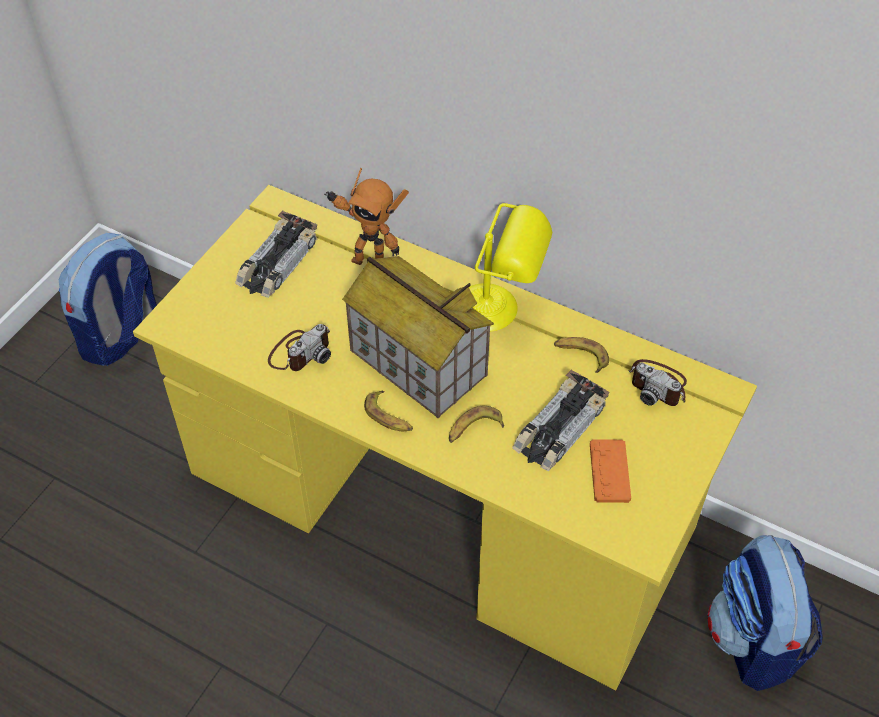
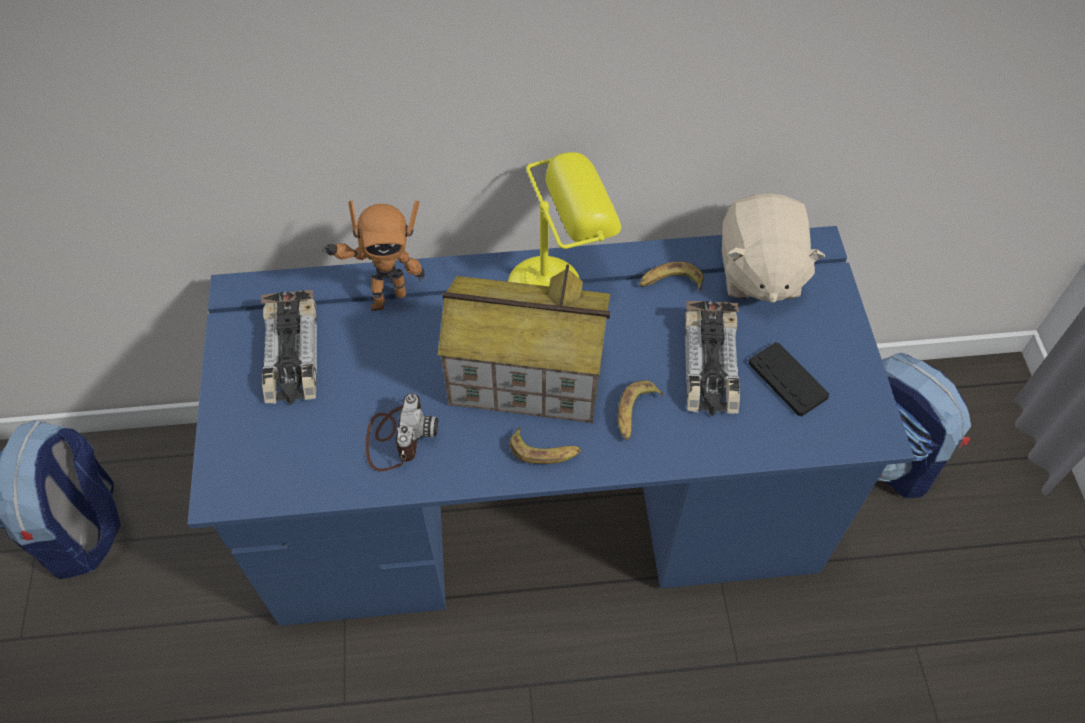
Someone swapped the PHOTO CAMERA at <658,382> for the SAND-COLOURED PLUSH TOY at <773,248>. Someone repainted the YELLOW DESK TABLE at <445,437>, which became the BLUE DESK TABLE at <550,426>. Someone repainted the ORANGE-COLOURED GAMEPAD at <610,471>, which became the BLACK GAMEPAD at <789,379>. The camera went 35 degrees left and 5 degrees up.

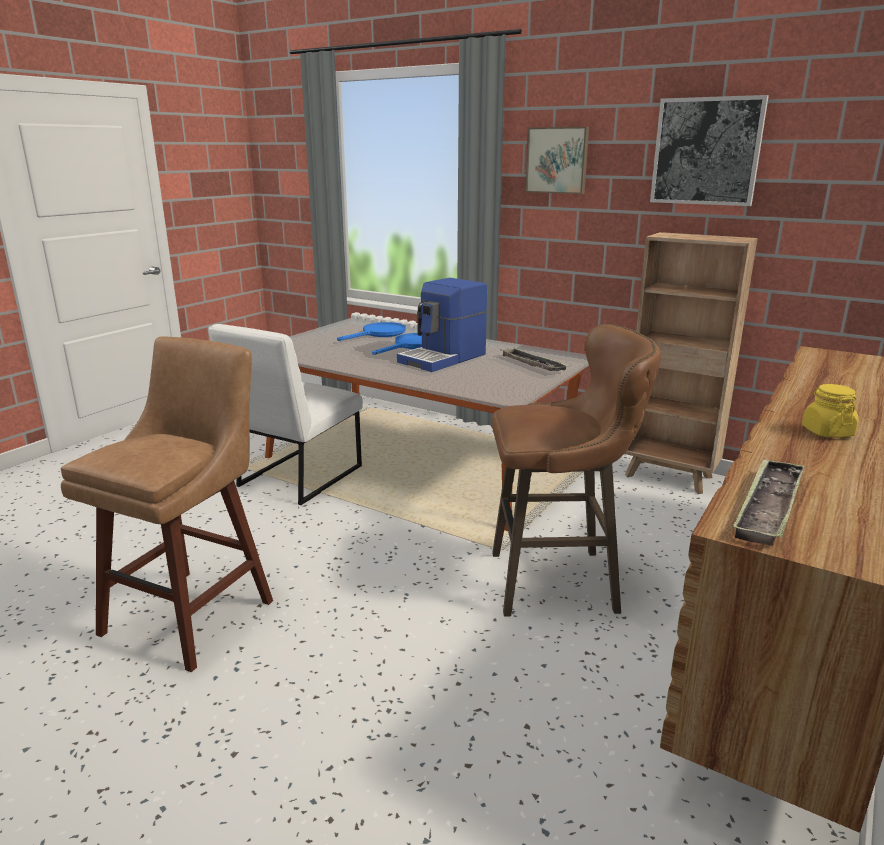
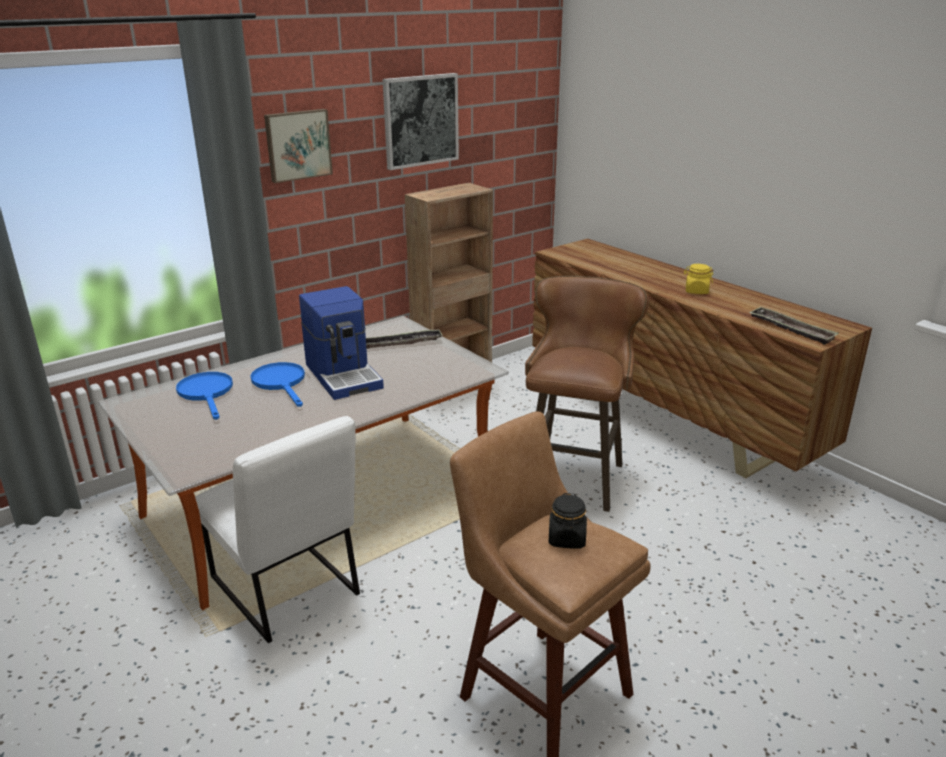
Someone put down the BLACK STORAGE JAR at <568,521>. The camera went 70 degrees left and 5 degrees up.

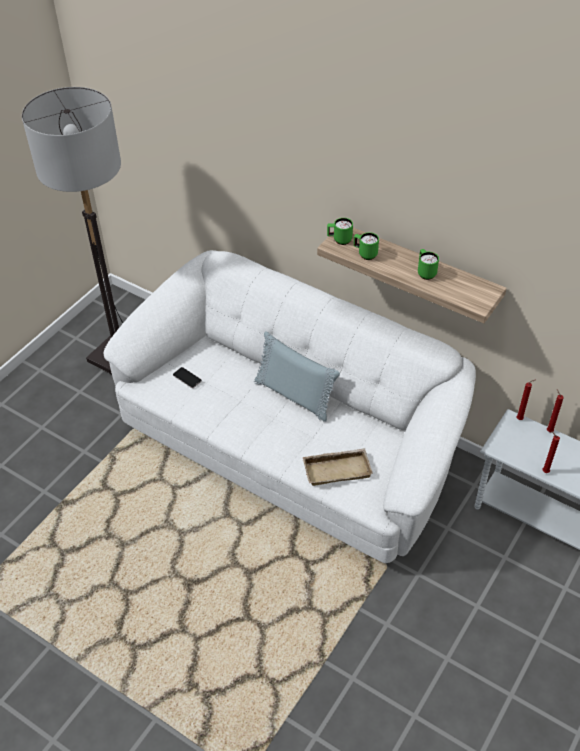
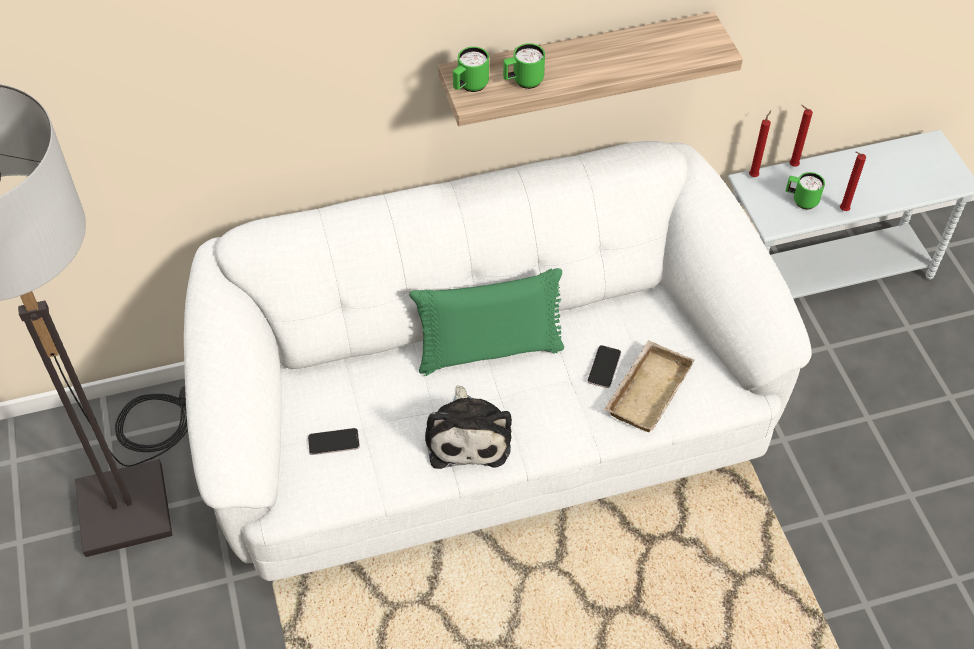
Someone put down the PLUSH TOY at <468,427>. Someone put down the HANDSET at <604,366>. Someone carried the GREENISH TEA MUG from <428,264> to <805,190>. Someone repainted the BLUE CUSHION at <297,376>, which became the GREENISH CUSHION at <486,322>. The camera went 50 degrees left and 5 degrees up.

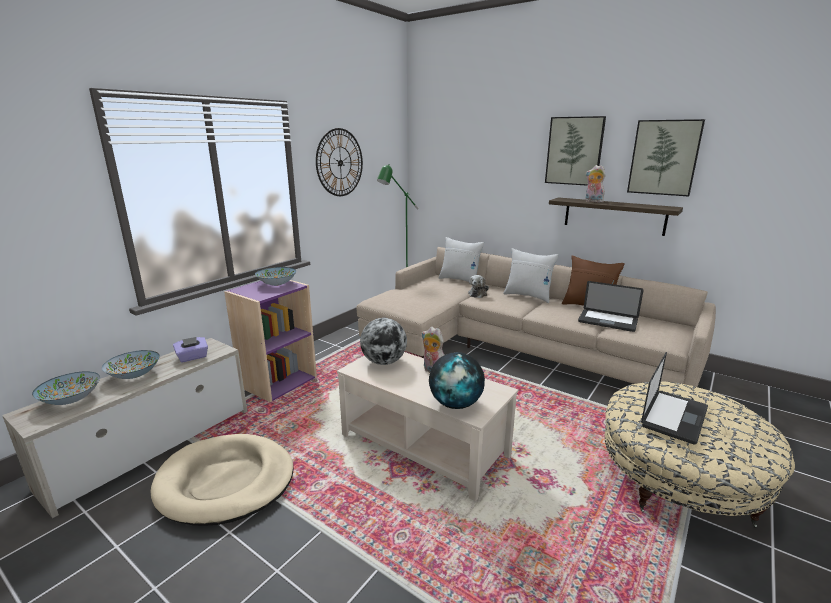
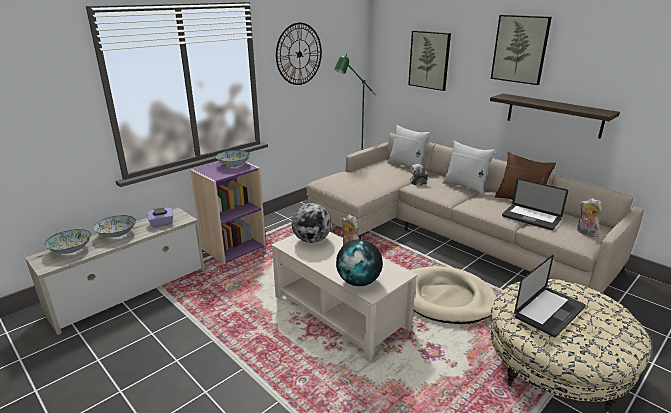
Someone carried the SAND-COLOURED DOG BED from <222,480> to <453,295>. Someone carried the PLUSH TOY from <595,184> to <589,217>. Someone carried the PICTURE from <666,158> to <429,61>. The camera went 10 degrees right and 5 degrees up.

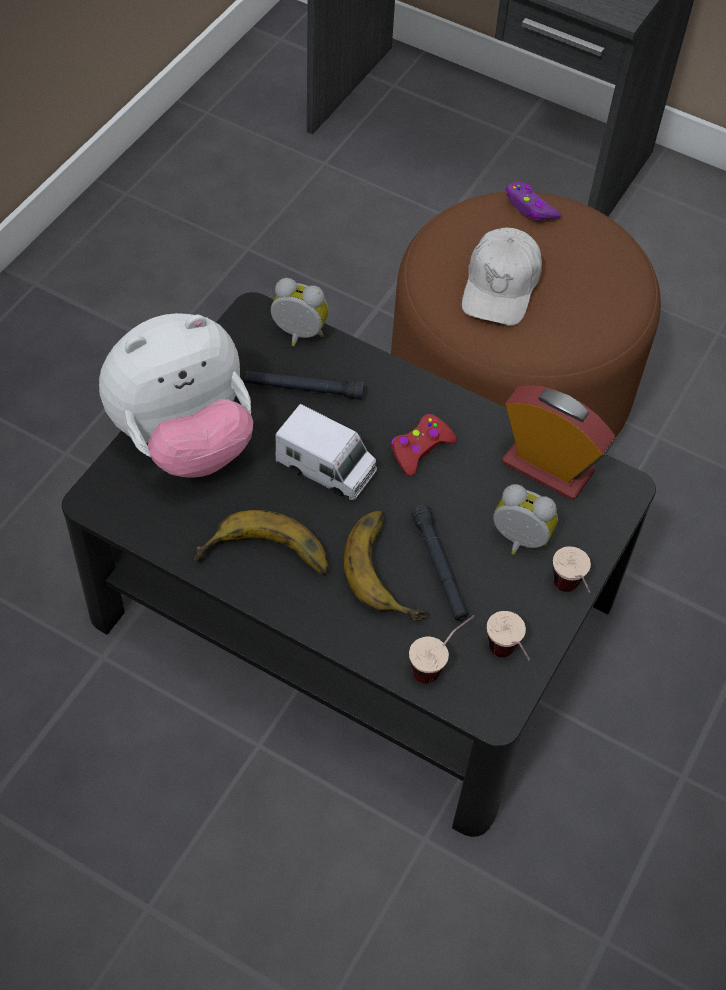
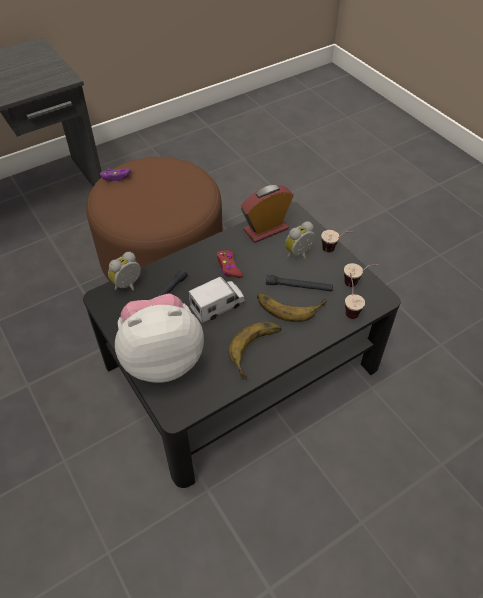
Someone took away the WHITE-COLOURED PEAKED CAP at <502,277>. Someone rotated the PLUSH TOY at <176,395> by 105 degrees counterclockwise. The camera went 60 degrees left and 5 degrees down.

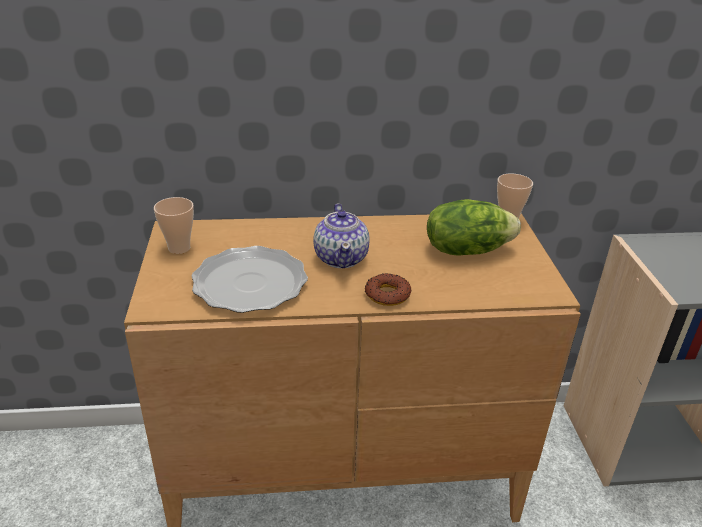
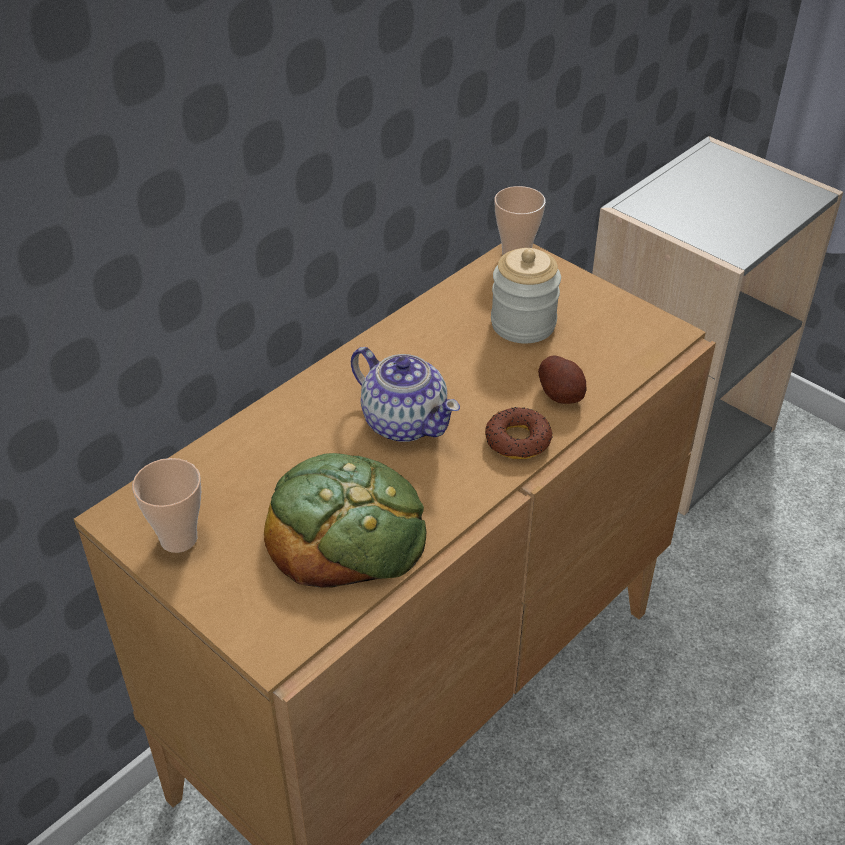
Someone put down the SPUD at <562,379>. Someone swapped the FLAT DISH at <249,279> for the BREAD at <345,520>. Someone swapped the LETTUCE at <474,227> for the STORAGE JAR at <526,296>. The camera went 40 degrees left and 10 degrees up.

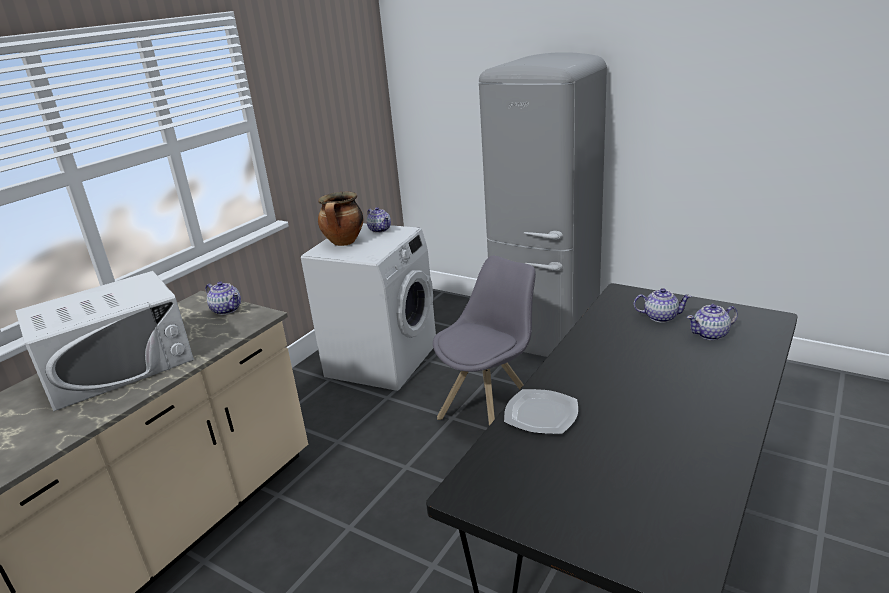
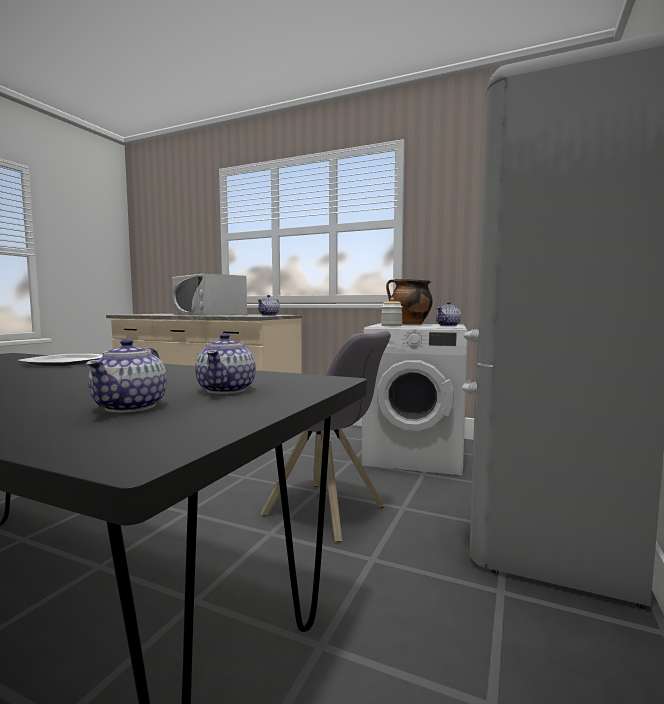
Someone put down the STORAGE JAR at <392,311>. Someone rotated the TEA POT at <712,322> by 150 degrees counterclockwise. The camera went 80 degrees right and 20 degrees down.

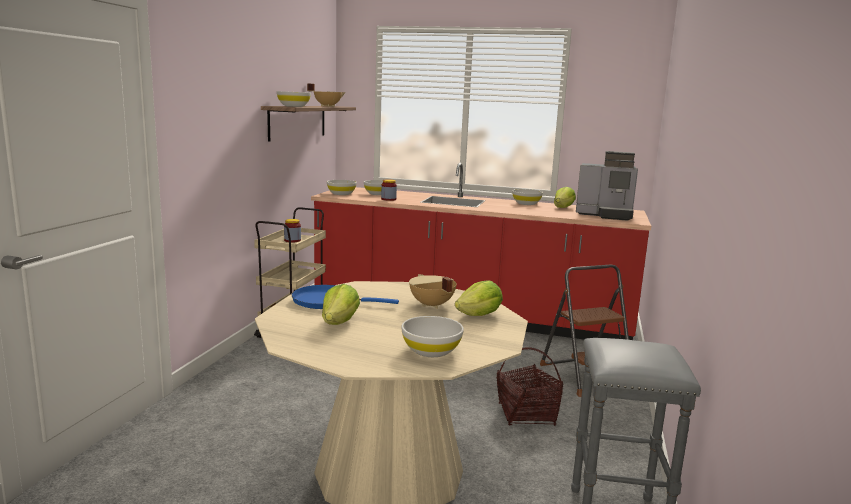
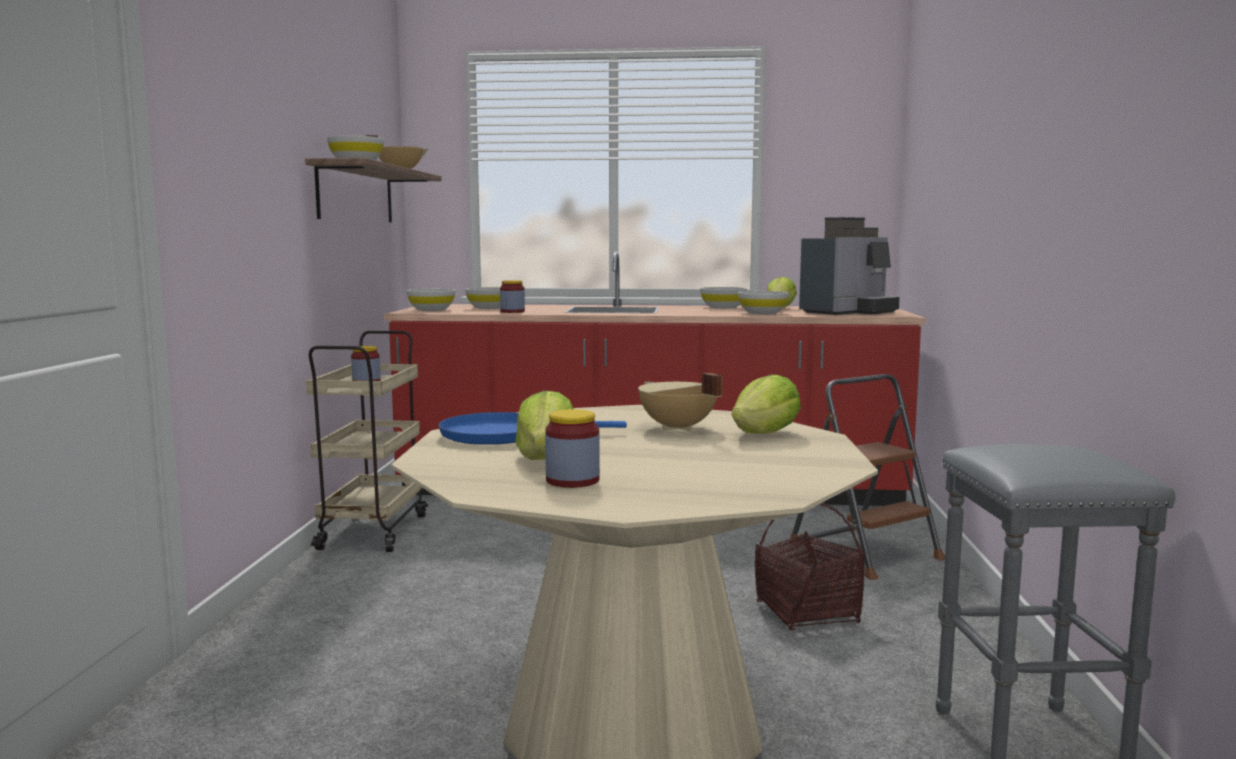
Someone put down the STORAGE JAR at <572,448>. Someone carried the WHITE-COLOURED SERVING BOWL from <432,336> to <763,302>. Someone rotated the COFFEE BREWER at <607,186> by 45 degrees counterclockwise. The camera went 10 degrees left and 5 degrees down.

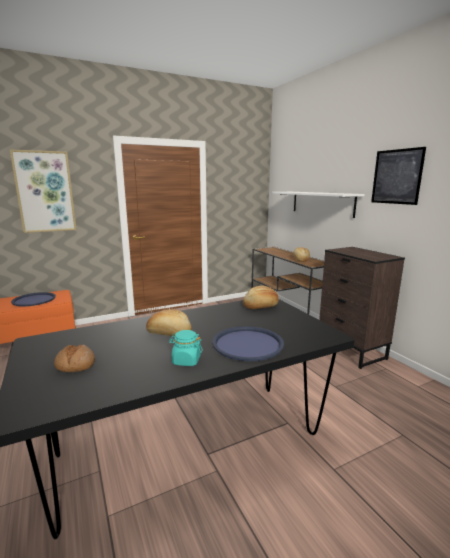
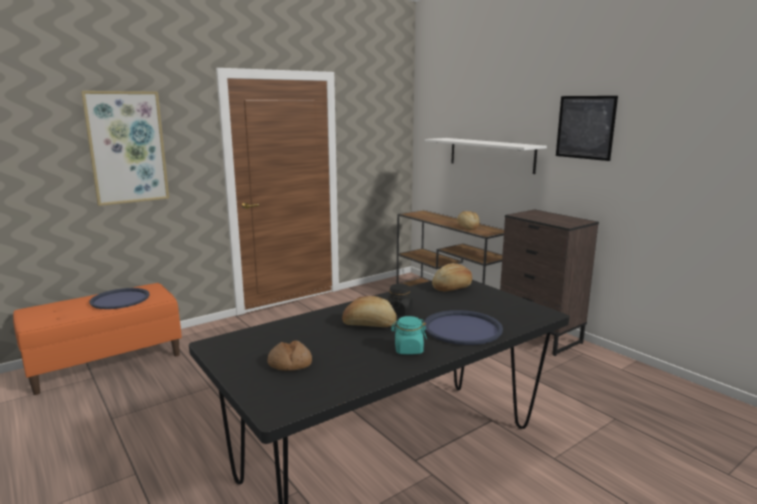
Someone put down the BLACK STORAGE JAR at <400,300>. The camera went 10 degrees left and 0 degrees up.

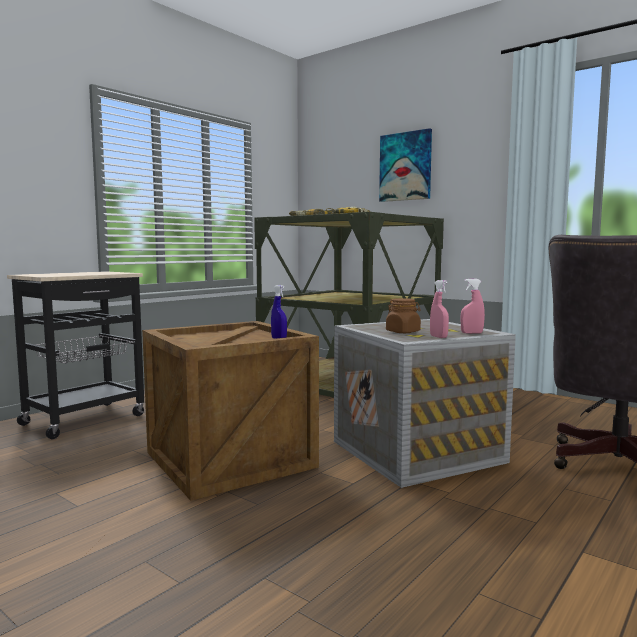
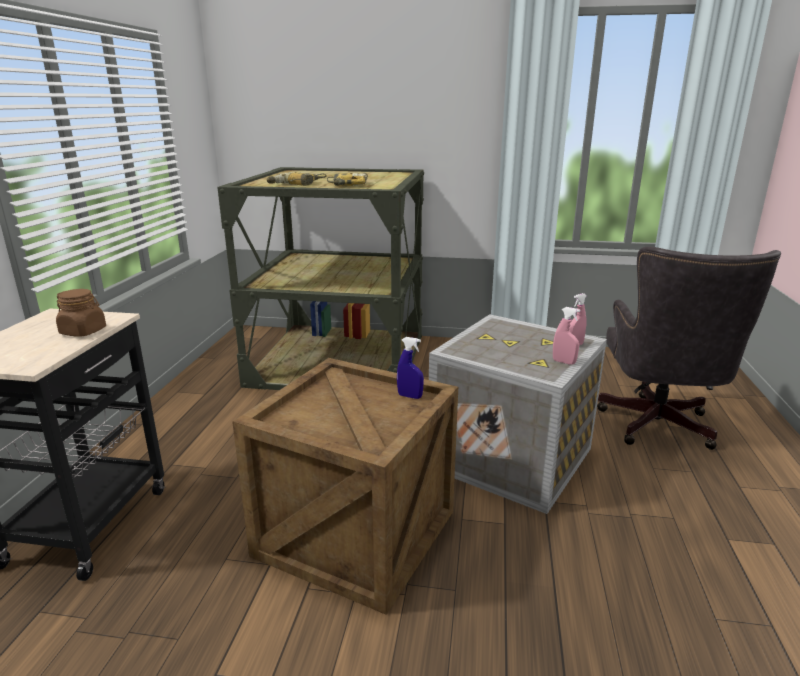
Someone took away the PICTURE at <405,165>. Someone carried the BROWN STORAGE JAR from <403,315> to <81,313>. The camera went 30 degrees left and 15 degrees up.

